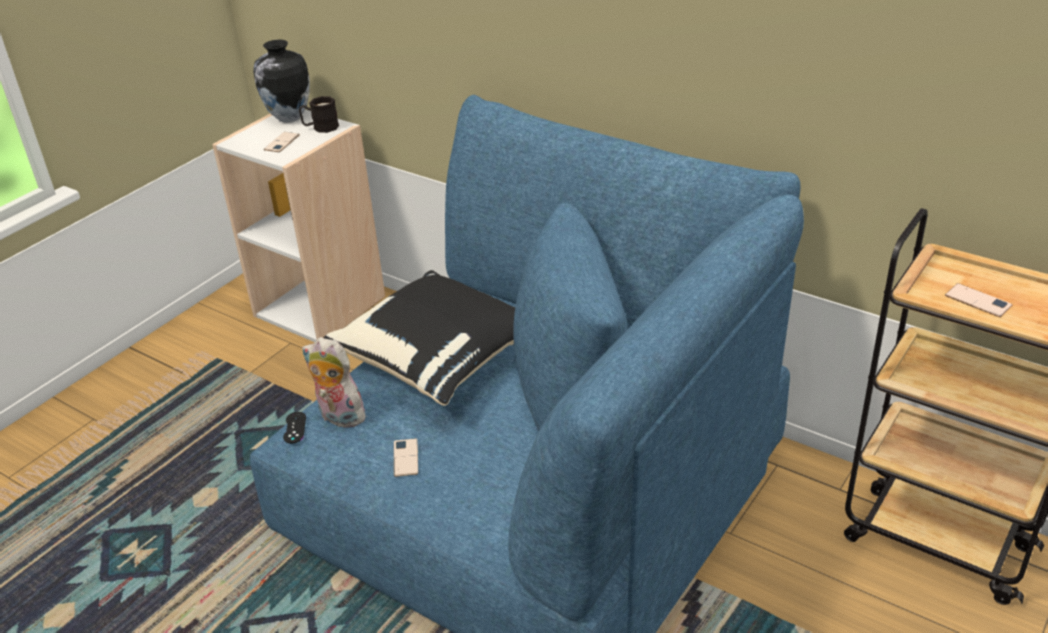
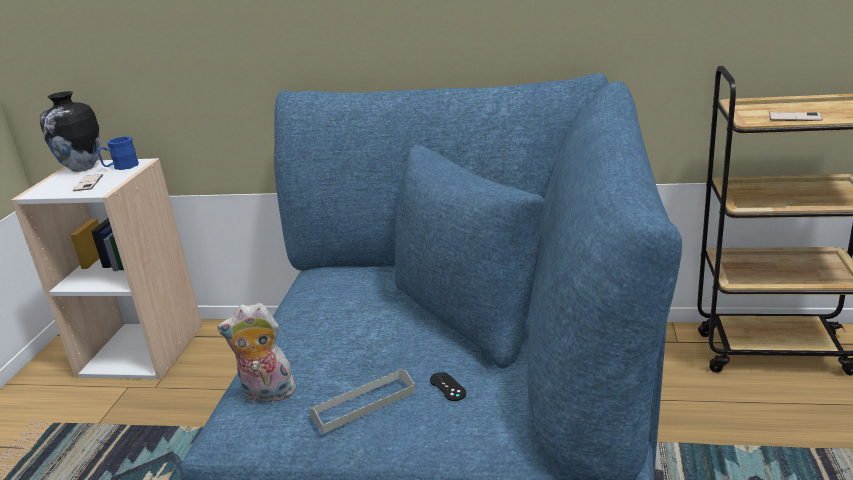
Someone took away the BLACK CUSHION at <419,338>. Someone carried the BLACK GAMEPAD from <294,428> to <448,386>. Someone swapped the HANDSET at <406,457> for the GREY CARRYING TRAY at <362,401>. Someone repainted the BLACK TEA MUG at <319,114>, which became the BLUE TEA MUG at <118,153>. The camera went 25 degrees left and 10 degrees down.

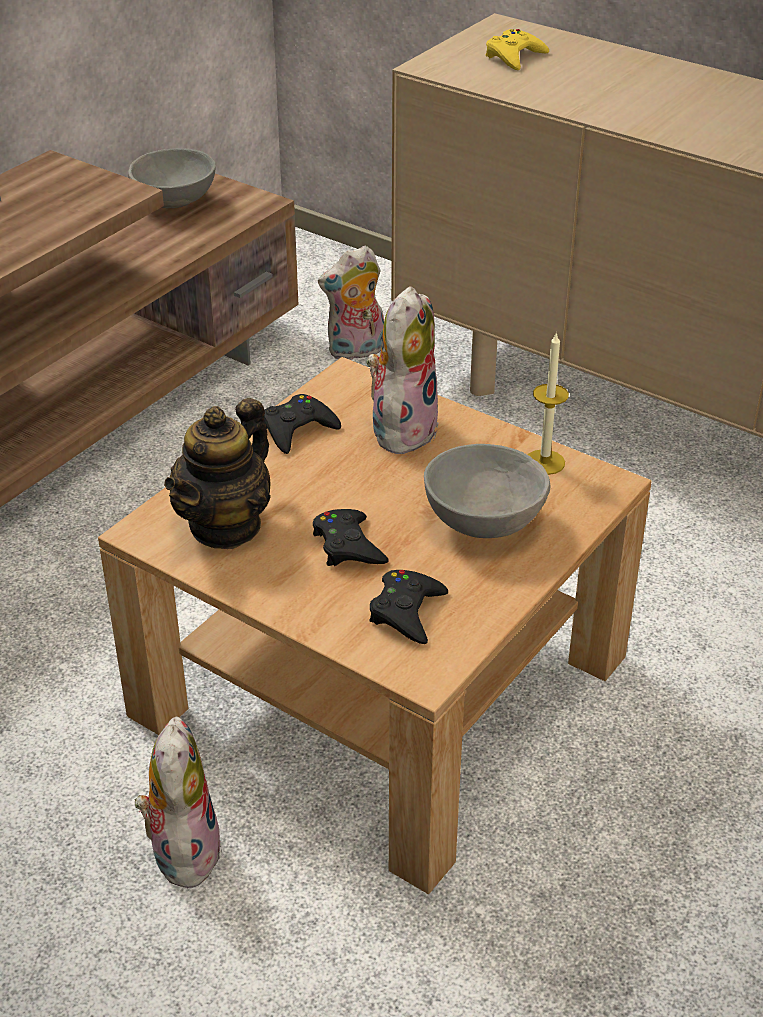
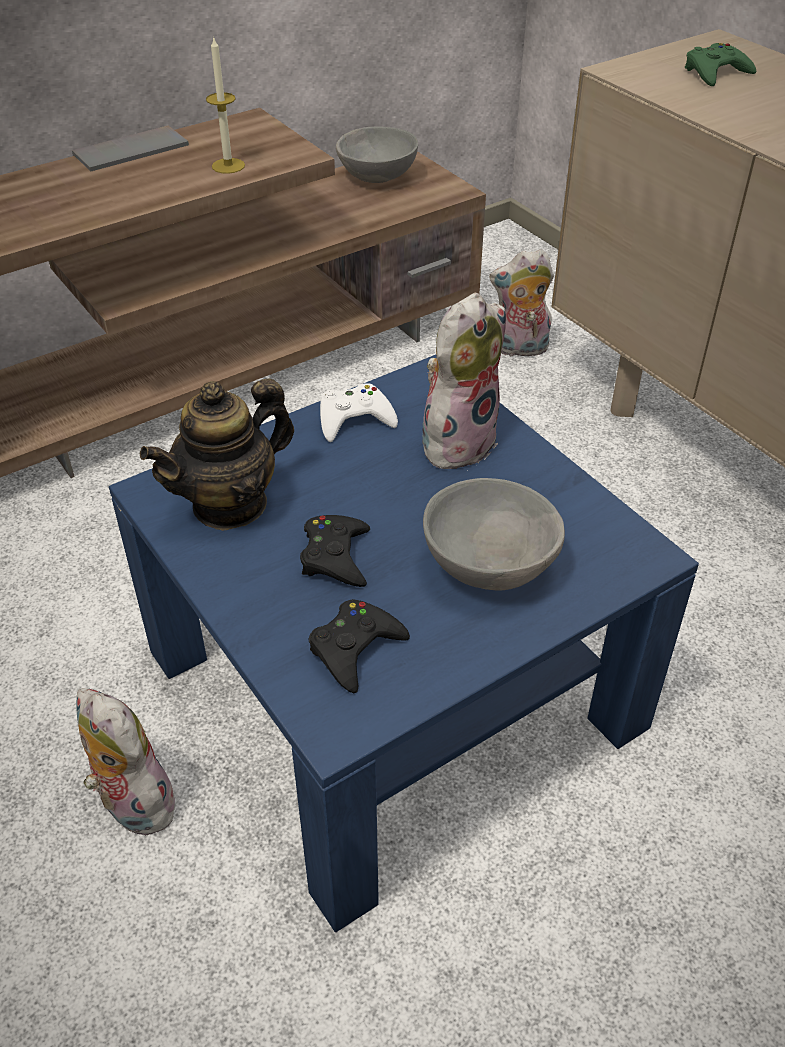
Someone carried the CANDLE from <548,403> to <225,105>. Someone repainted the BROWN LOW TABLE at <375,625>, which became the BLUE LOW TABLE at <404,643>. Someone repainted the BLACK GAMEPAD at <302,424>, which became the WHITE-COLOURED GAMEPAD at <359,413>. Someone repainted the YELLOW GAMEPAD at <517,49>, which became the GREENISH GAMEPAD at <720,64>. Someone rotated the PLUSH TOY at <178,802> by 60 degrees counterclockwise. The camera went 20 degrees right and 5 degrees up.

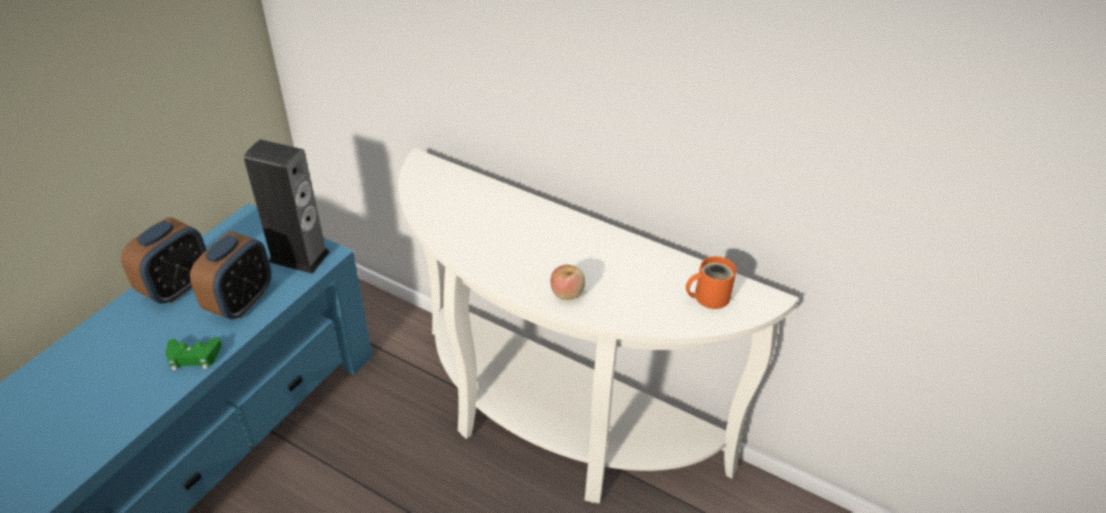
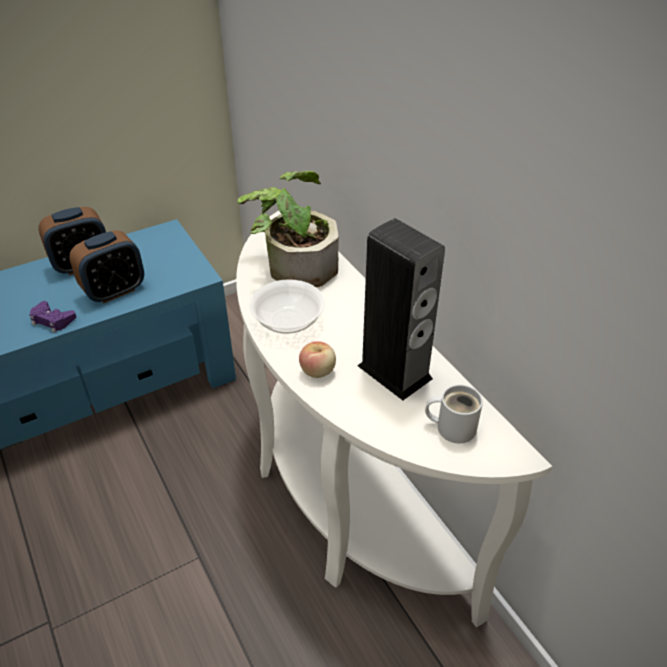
Someone put down the PLANT IN A POT at <288,229>. Someone put down the SERVING BOWL at <287,306>. Someone carried the SPEAKER from <287,206> to <401,309>. Someone repainted the GREENISH GAMEPAD at <193,353>, which became the PURPLE-COLOURED GAMEPAD at <52,317>. Someone repainted the ORANGE-COLOURED TEA MUG at <711,282>, which became the WHITE-COLOURED TEA MUG at <454,414>. The camera went 30 degrees right and 0 degrees up.

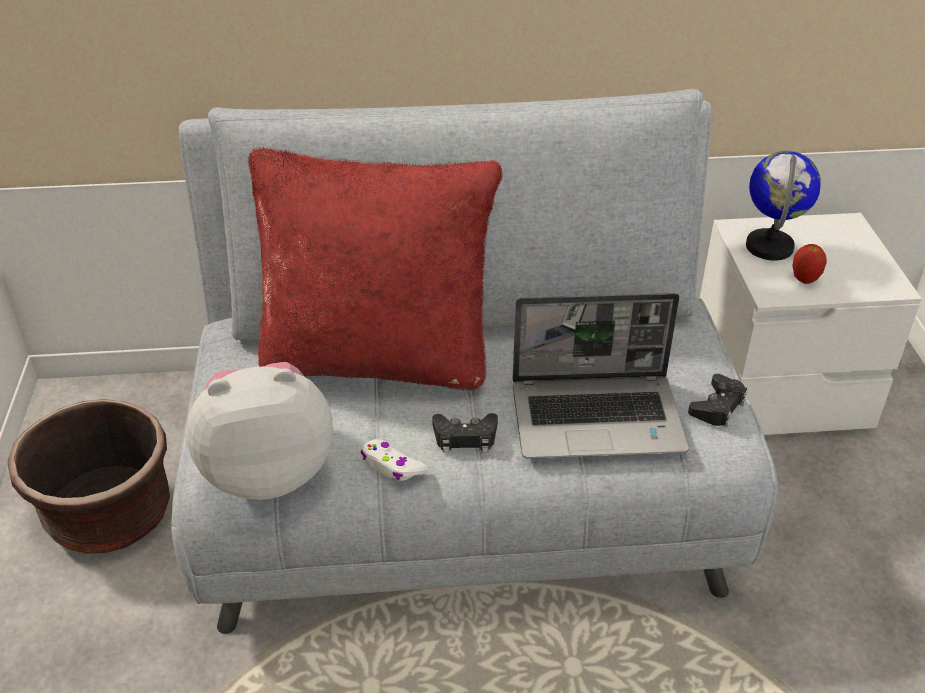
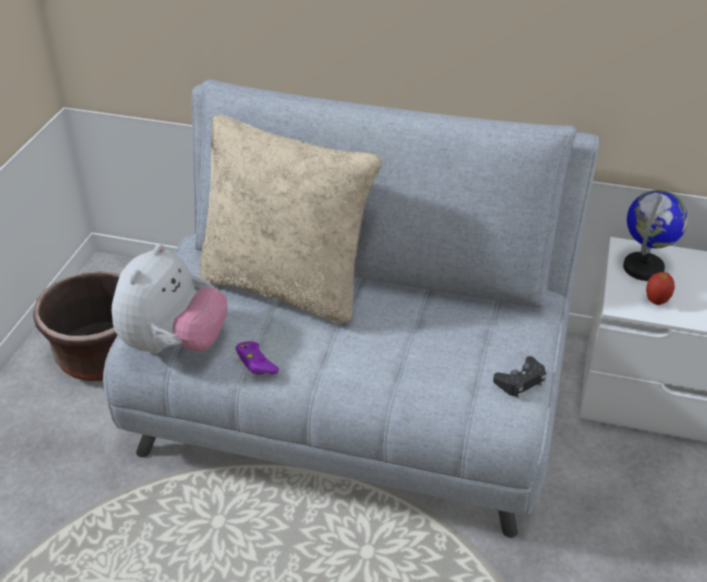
Someone took away the BLACK GAMEPAD at <465,433>. Someone took away the NOTEBOOK COMPUTER at <600,376>. Someone repainted the RED CUSHION at <375,269>, which became the SAND-COLOURED CUSHION at <291,218>. Someone repainted the WHITE-COLOURED GAMEPAD at <394,460>, which became the PURPLE-COLOURED GAMEPAD at <257,358>. Someone rotated the PLUSH TOY at <259,431> by 105 degrees clockwise. The camera went 20 degrees right and 0 degrees up.

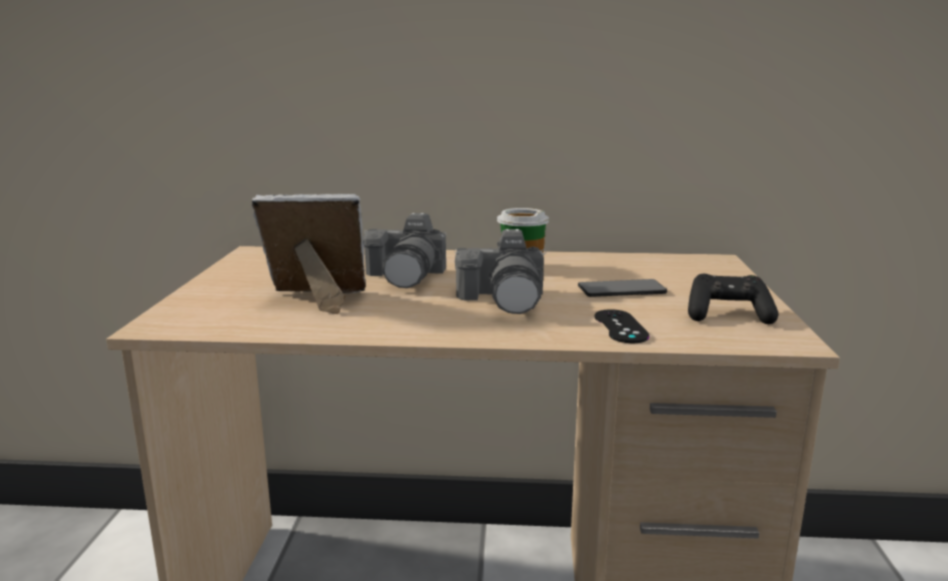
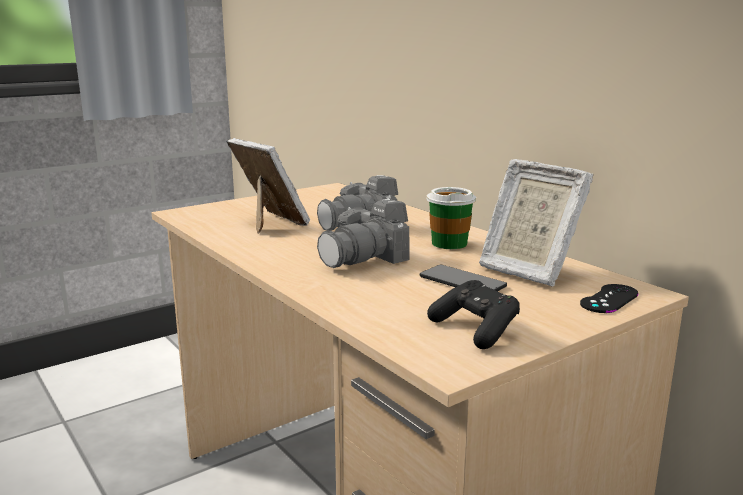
Someone put down the STANDING FRAME at <536,223>. Someone carried the BLACK GAMEPAD from <622,326> to <609,298>. The camera went 50 degrees right and 0 degrees up.

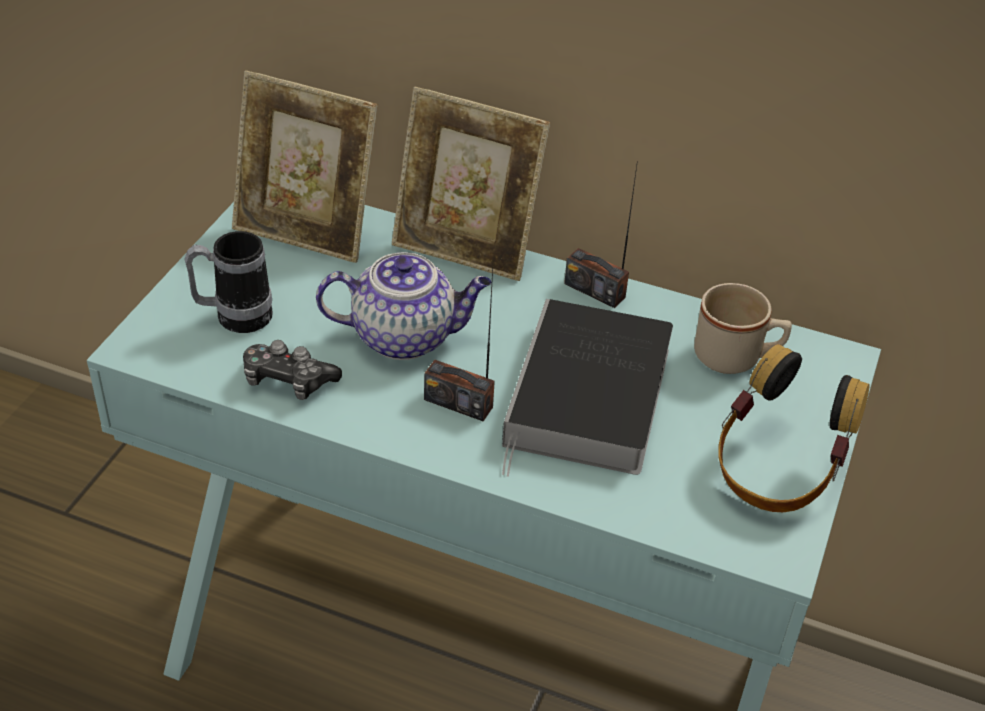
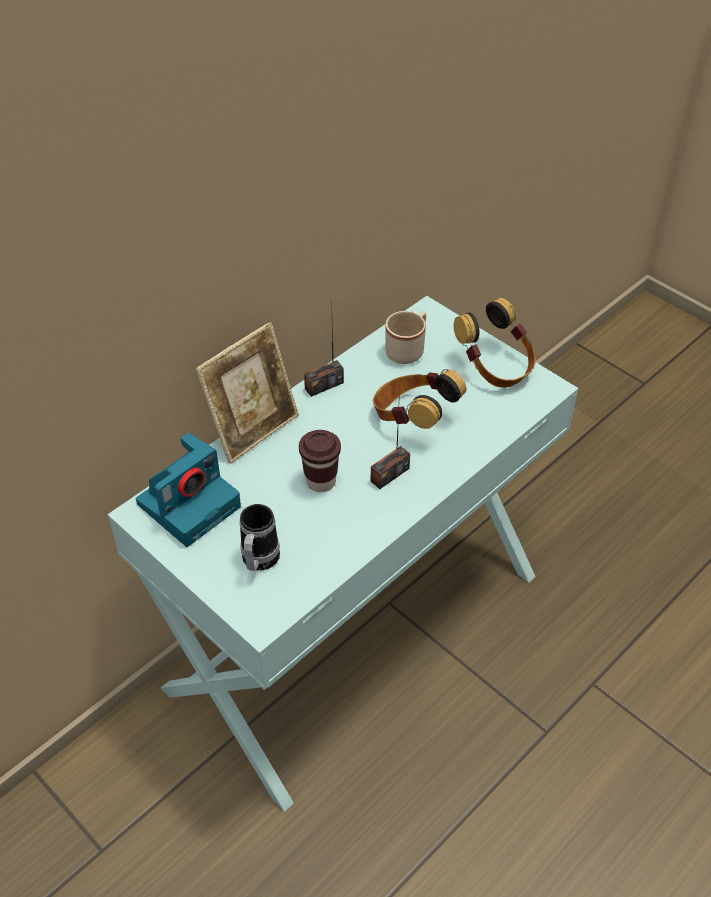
Someone took away the GAMEPAD at <292,370>. Someone swapped the STANDING FRAME at <304,166> for the PHOTO CAMERA at <188,490>. Someone swapped the TEA POT at <403,306> for the BROWN SMALL CUP at <320,461>. Someone swapped the BOUND BOOK at <587,388> for the PAIR OF HEADPHONES at <419,399>. The camera went 65 degrees left and 5 degrees up.

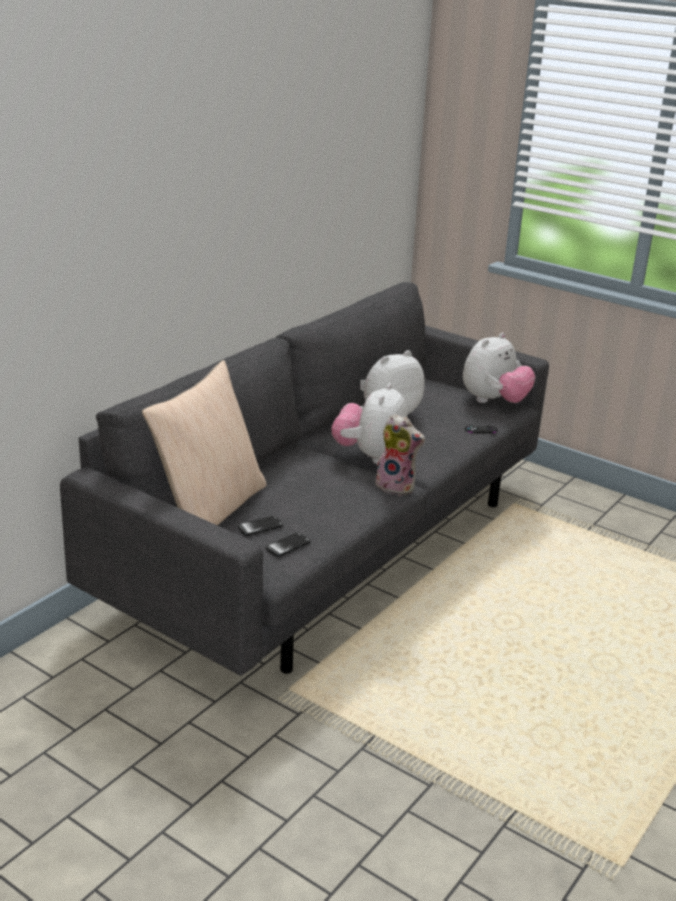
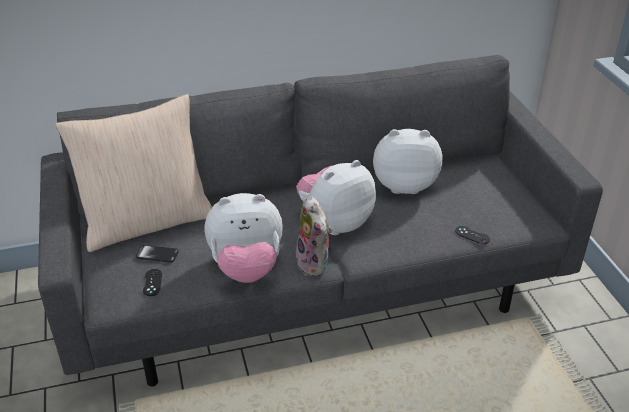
Someone carried the PLUSH TOY from <499,368> to <244,238>. Someone swapped the HANDSET at <288,544> for the BLACK GAMEPAD at <152,282>. The camera went 40 degrees right and 10 degrees up.

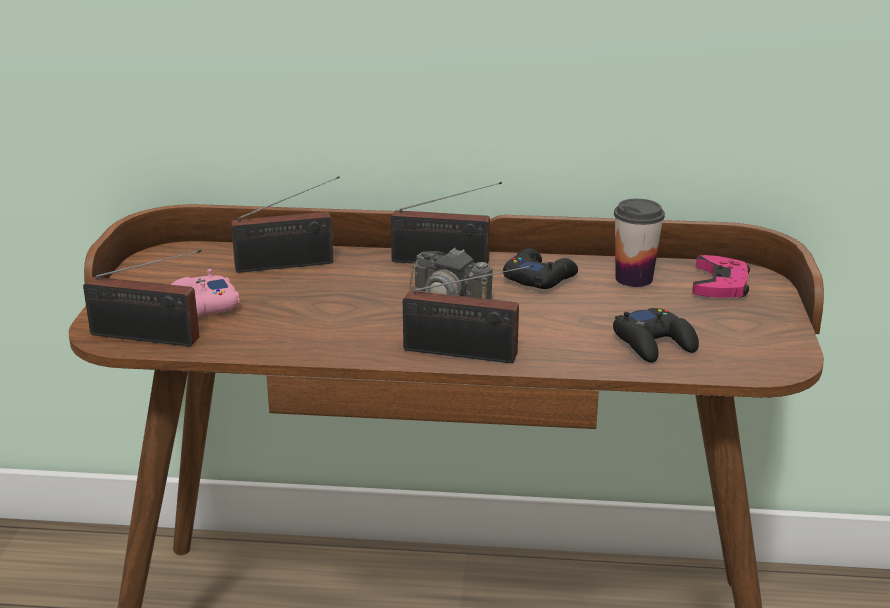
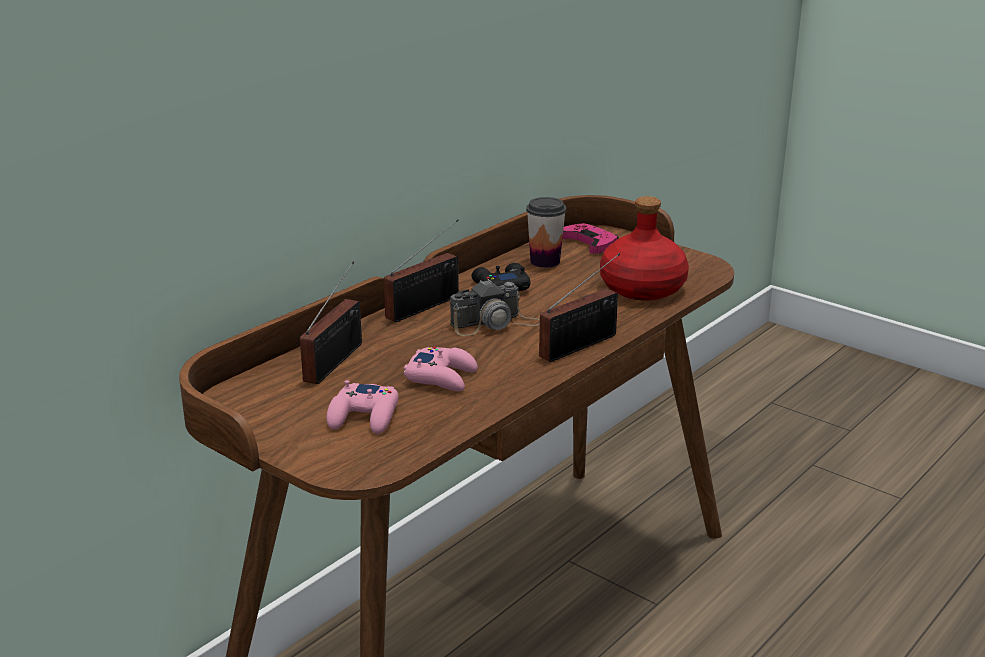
Someone took away the RADIO RECEIVER at <142,298>. Someone put down the PINK-COLOURED GAMEPAD at <441,369>. Someone swapped the BLACK GAMEPAD at <656,335> for the RED BOTTLE at <644,248>. The camera went 55 degrees left and 0 degrees up.

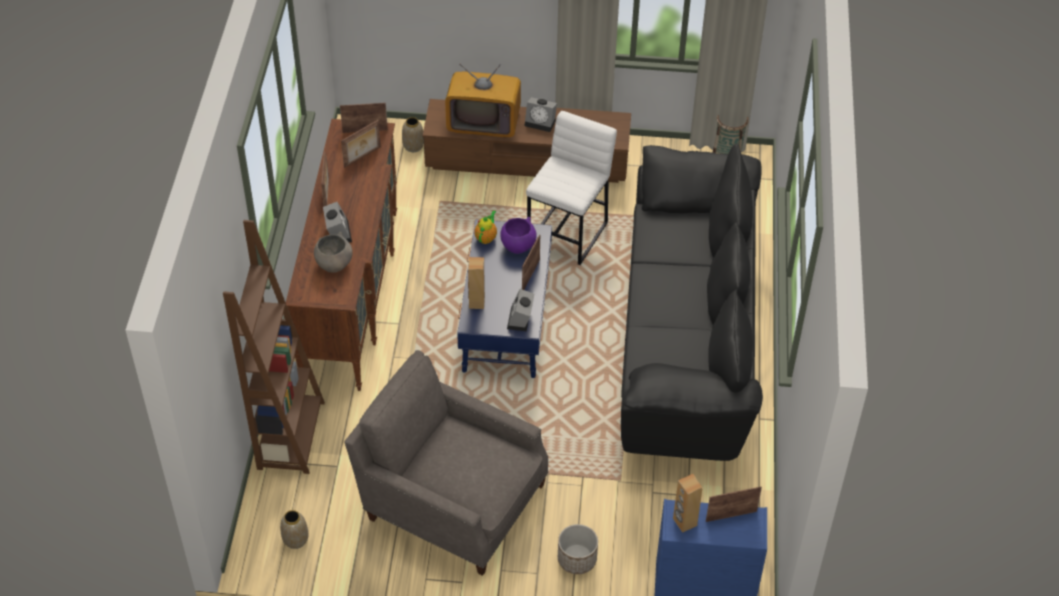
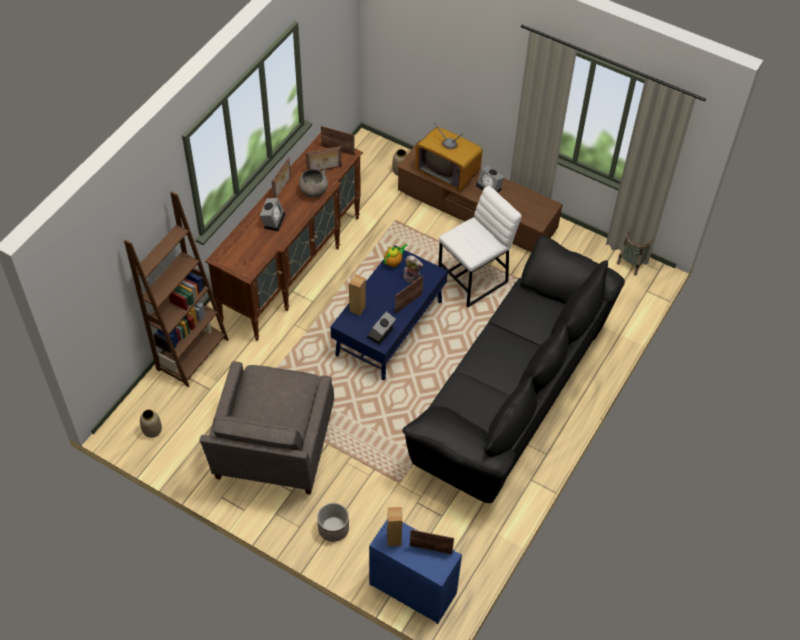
Someone carried the GREY SERVING BOWL from <333,252> to <313,183>. Someone swapped the PURPLE-COLOURED SERVING BOWL at <518,235> for the PLUSH TOY at <413,269>. Someone rotated the GREY ARMCHAIR at <446,463> by 135 degrees counterclockwise. The camera went 25 degrees right and 5 degrees up.

